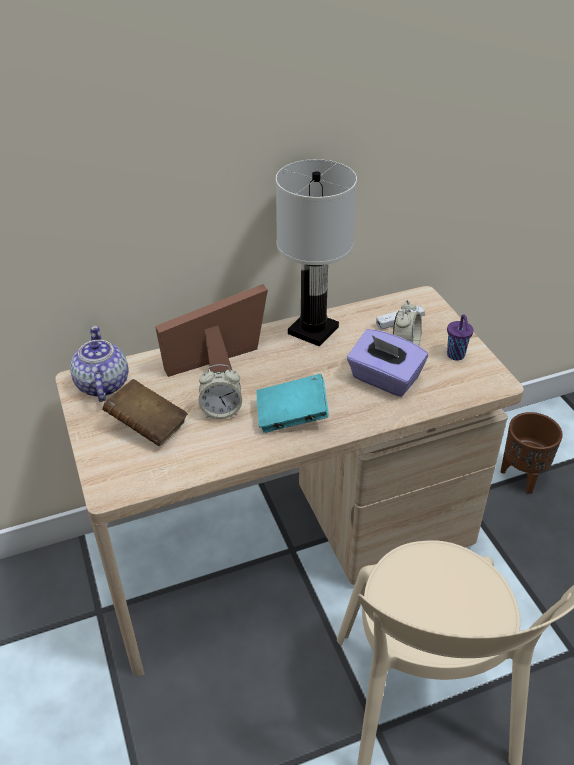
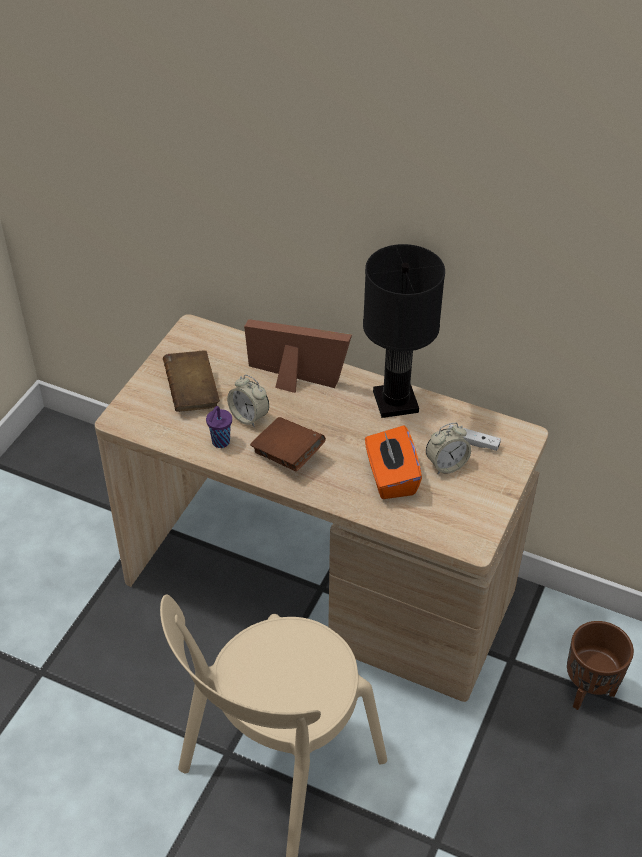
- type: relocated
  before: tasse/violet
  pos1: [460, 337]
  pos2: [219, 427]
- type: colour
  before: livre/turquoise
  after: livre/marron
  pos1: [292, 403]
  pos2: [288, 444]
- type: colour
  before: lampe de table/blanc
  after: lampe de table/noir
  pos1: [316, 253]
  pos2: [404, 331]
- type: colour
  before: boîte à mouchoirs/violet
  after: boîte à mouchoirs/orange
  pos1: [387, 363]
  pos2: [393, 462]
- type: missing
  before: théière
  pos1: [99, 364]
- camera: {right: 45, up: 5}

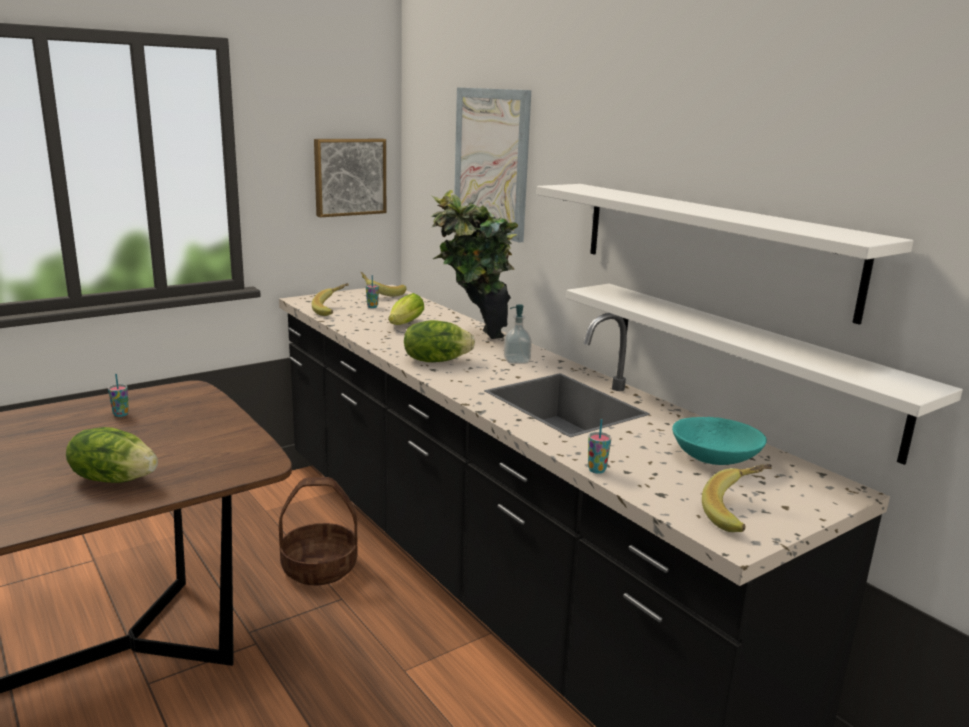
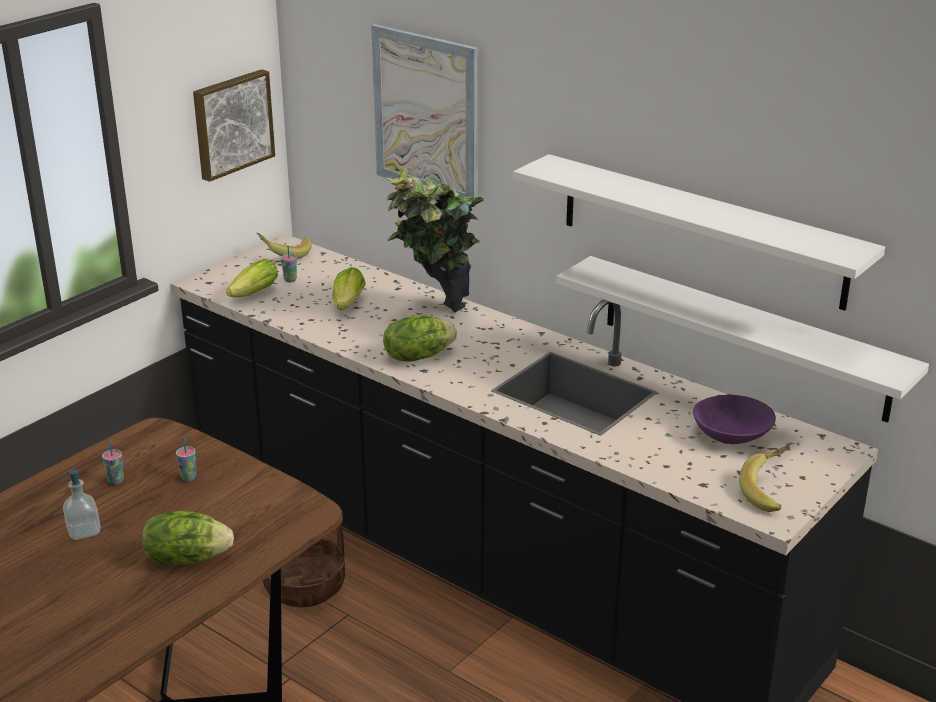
- type: relocated
  before: distributeur de savon
  pos1: [518, 334]
  pos2: [81, 504]
- type: relocated
  before: tasse
  pos1: [599, 446]
  pos2: [186, 459]
- type: exchanged
  before: banane
  after: laitue
  pos1: [330, 299]
  pos2: [252, 278]
- type: colour
  before: bol/turquoise
  after: bol/violet
  pos1: [719, 441]
  pos2: [734, 419]
- camera: {right: -15, up: 10}

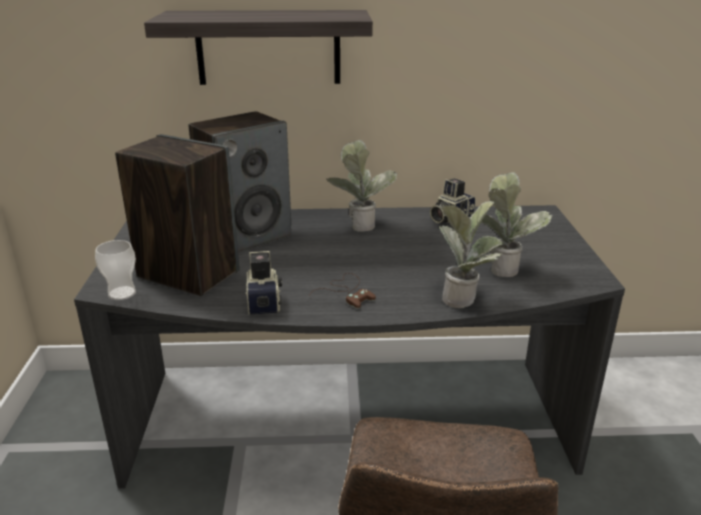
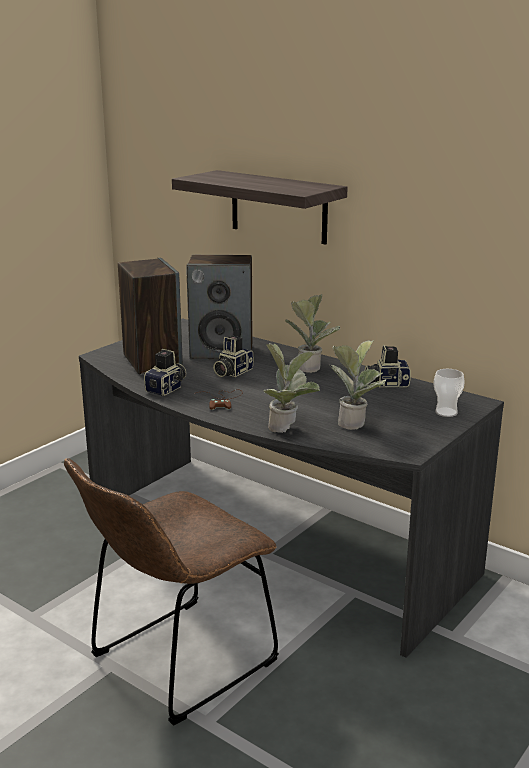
- type: appeared
  after: appareil photo
  pos2: [233, 356]
- type: relocated
  before: tasse
  pos1: [115, 270]
  pos2: [449, 393]
- camera: {right: 40, up: -5}

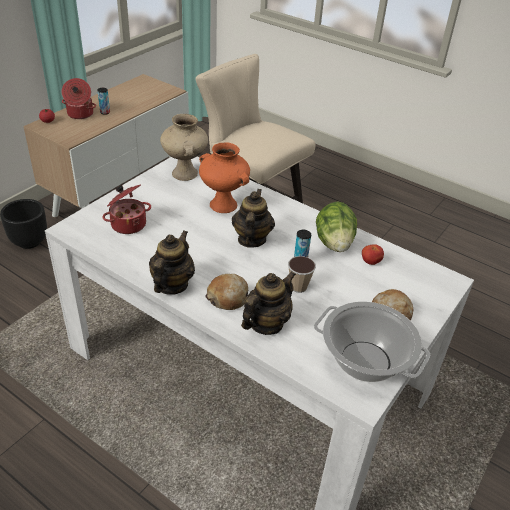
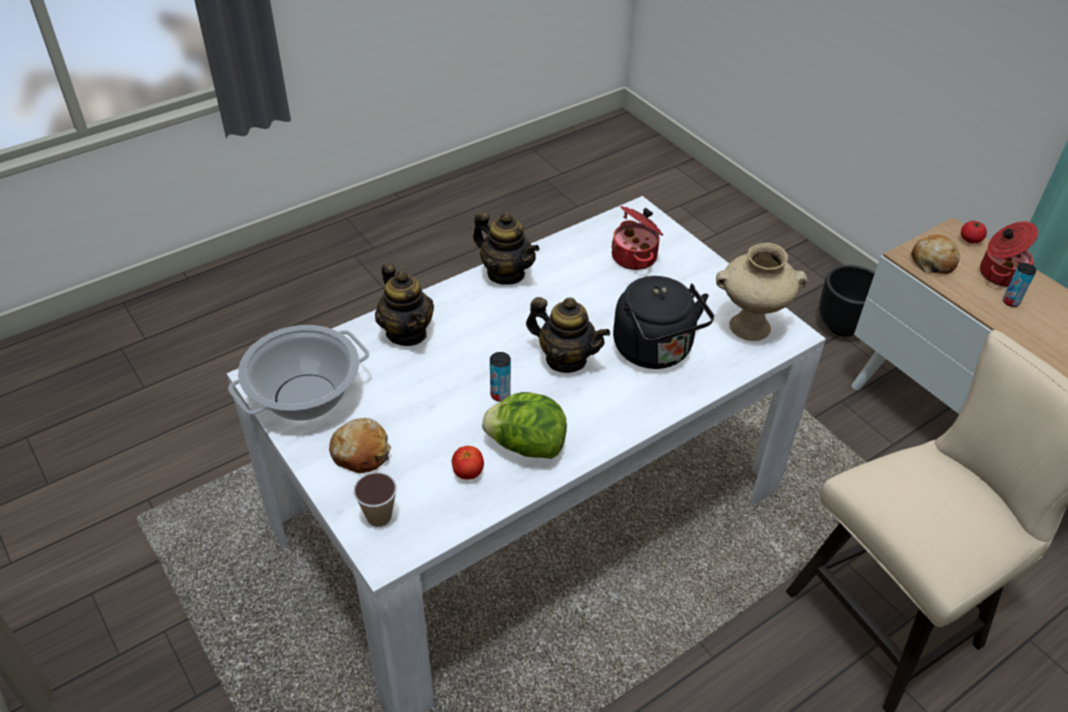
- type: relocated
  before: tasse
  pos1: [302, 274]
  pos2: [375, 499]
- type: exchanged
  before: vase/orange
  after: bouilloire/noir
  pos1: [224, 177]
  pos2: [663, 322]
- type: relocated
  before: pain
  pos1: [227, 292]
  pos2: [935, 254]
- camera: {right: 110, up: 5}

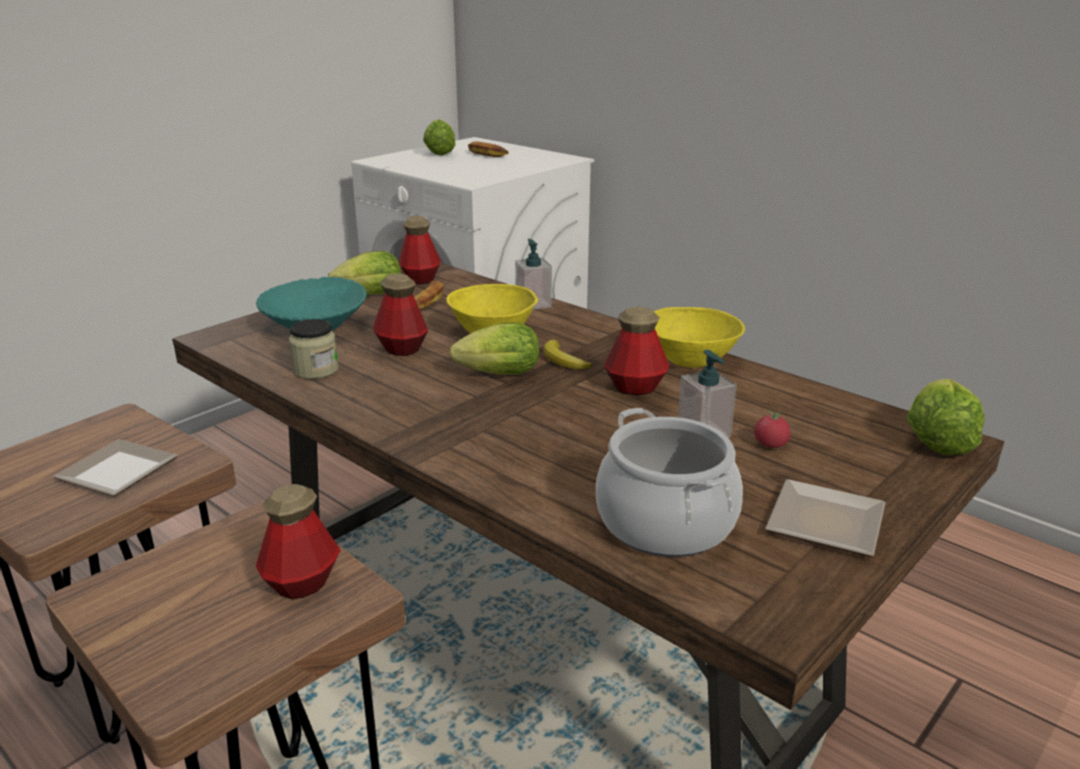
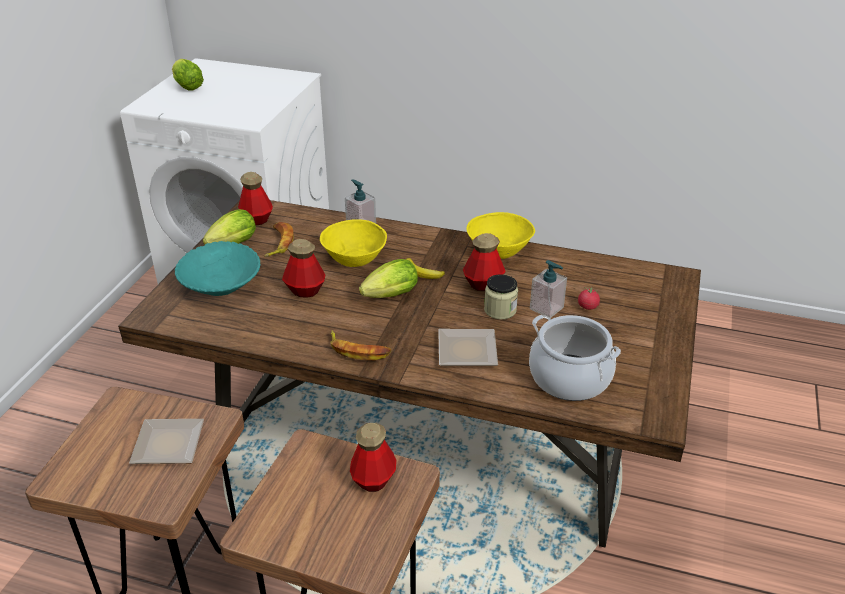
- type: relocated
  before: banane
  pos1: [488, 149]
  pos2: [360, 345]
- type: relocated
  before: assiette
  pos1: [825, 518]
  pos2: [468, 347]
- type: relocated
  before: bocal
  pos1: [313, 349]
  pos2: [501, 297]
- type: missing
  before: laitue
  pos1: [946, 417]
- camera: {right: -25, up: 10}

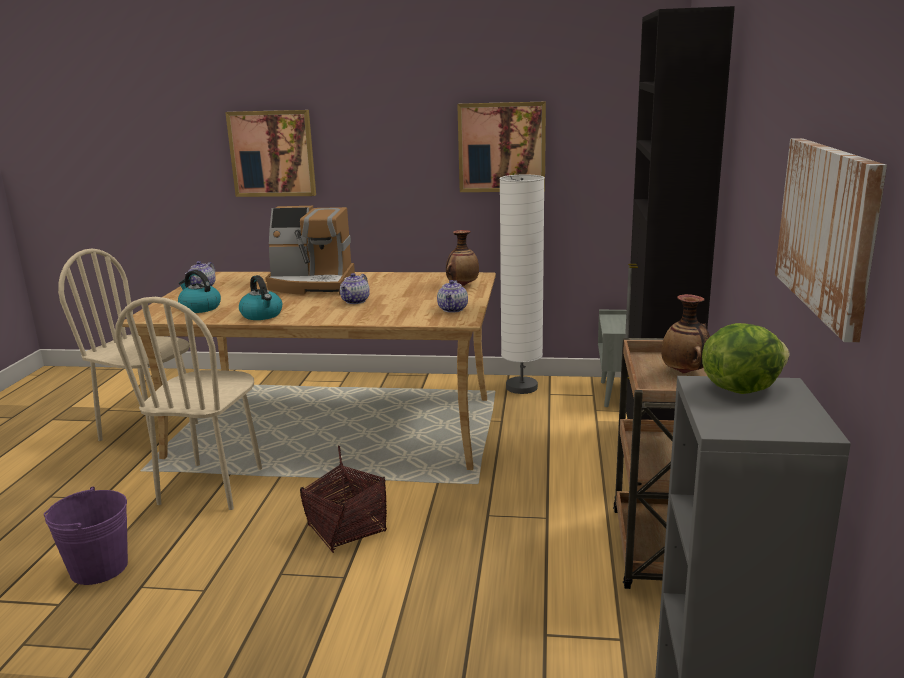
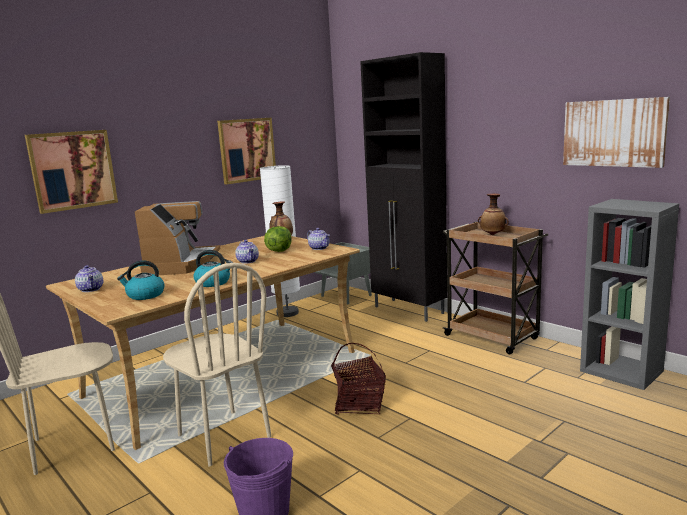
- type: spun
  before: machine à café
  pos1: [310, 250]
  pos2: [177, 238]
  turn: -45
- type: relocated
  before: laitue
  pos1: [745, 358]
  pos2: [278, 239]
- camera: {right: -50, up: -5}

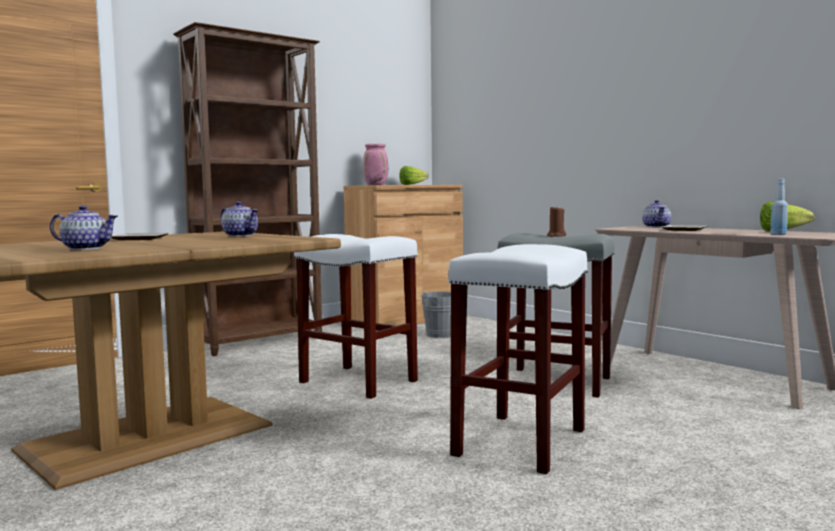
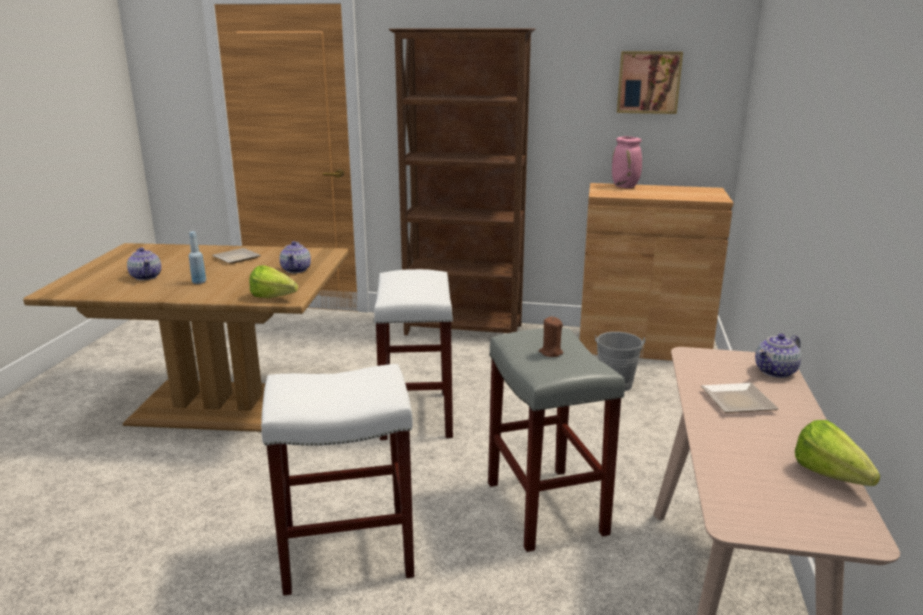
- type: relocated
  before: bouteille/bleu
  pos1: [779, 207]
  pos2: [197, 257]
- type: relocated
  before: laitue
  pos1: [413, 175]
  pos2: [273, 281]
- type: appeared
  after: tableau
  pos2: [650, 82]
- camera: {right: 50, up: 15}

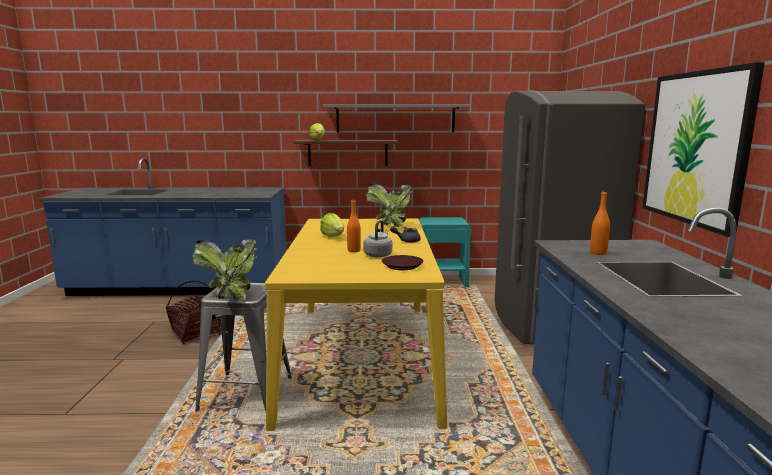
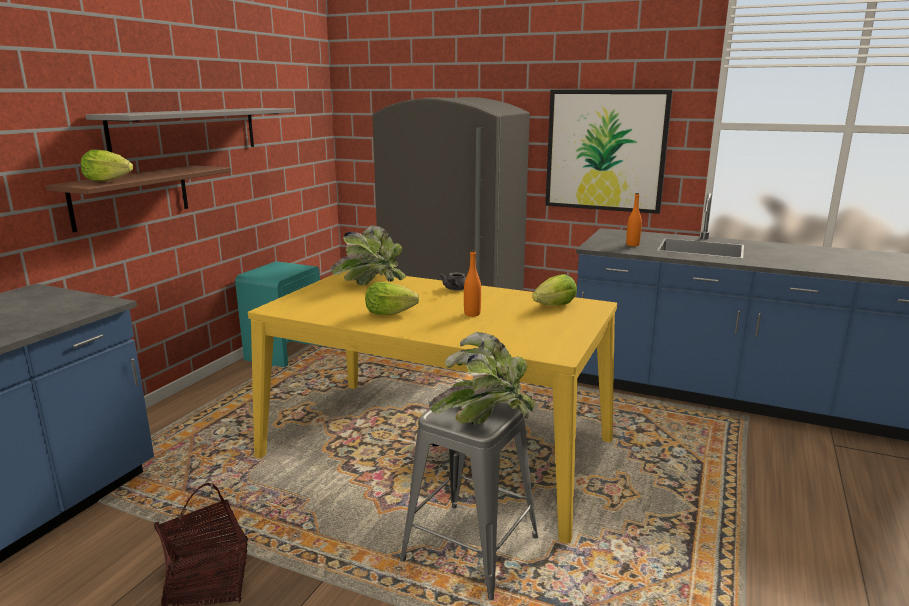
- type: exchanged
  before: assiette/marron
  after: laitue
  pos1: [403, 262]
  pos2: [554, 290]
- type: missing
  before: bouilloire/gris
  pos1: [378, 239]
- camera: {right: -65, up: 5}

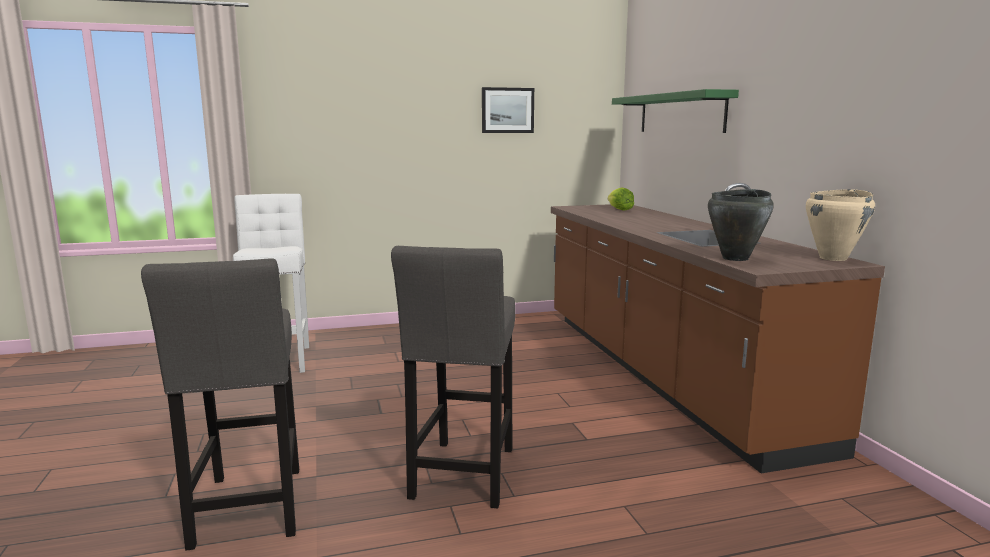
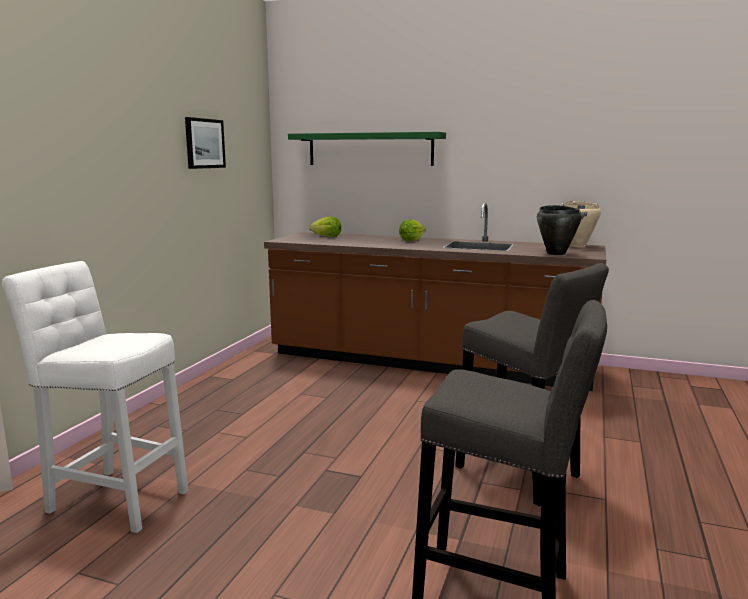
- type: appeared
  after: laitue
  pos2: [412, 230]
- camera: {right: -55, up: 0}

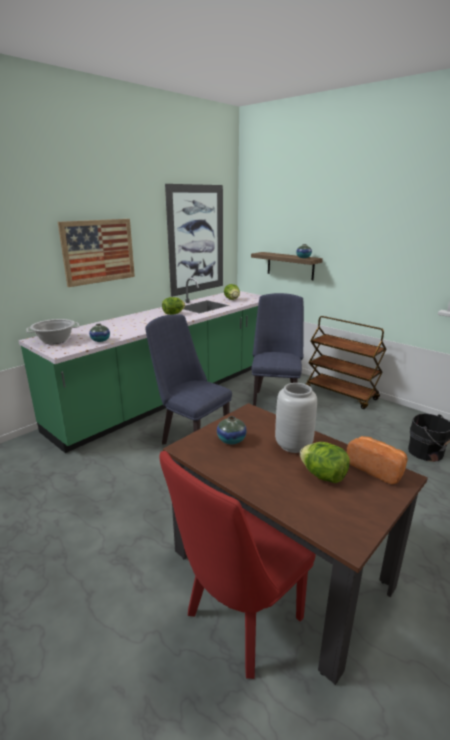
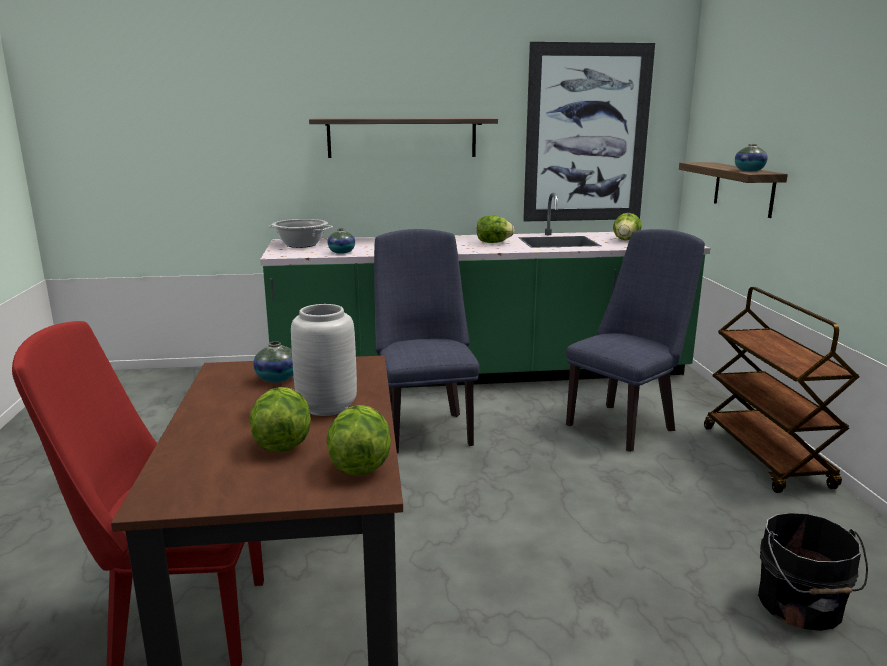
- type: exchanged
  before: tableau
  after: étagère
  pos1: [96, 253]
  pos2: [403, 138]
- type: exchanged
  before: pain
  after: laitue
  pos1: [377, 460]
  pos2: [359, 440]
- camera: {right: 40, up: -5}

